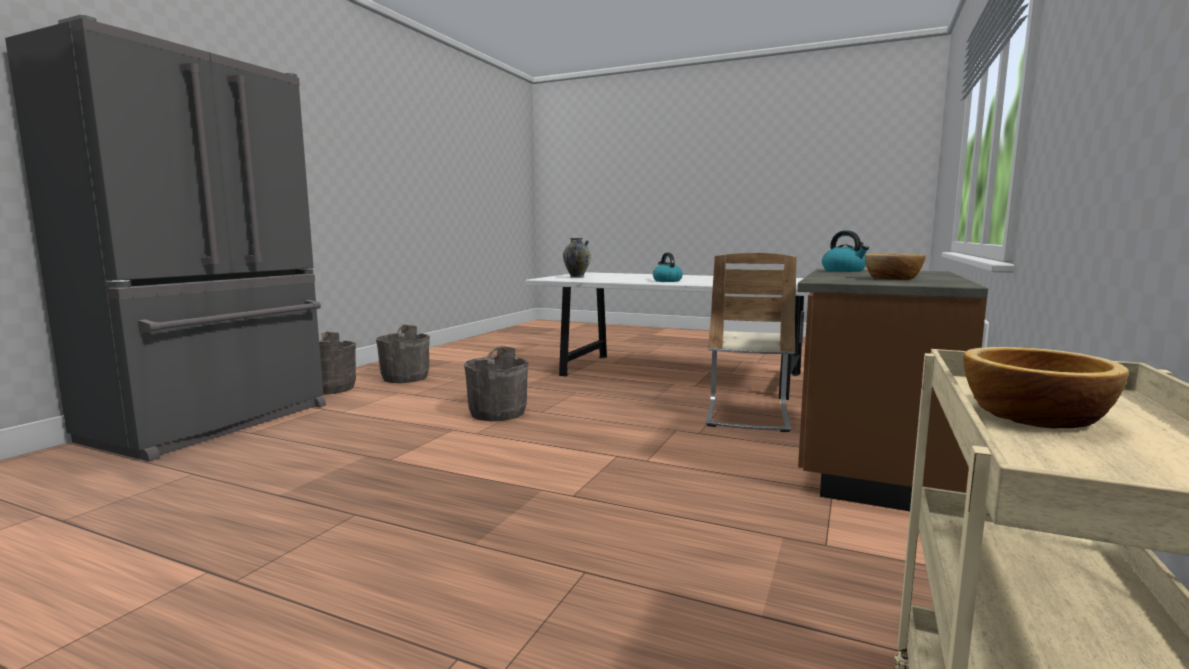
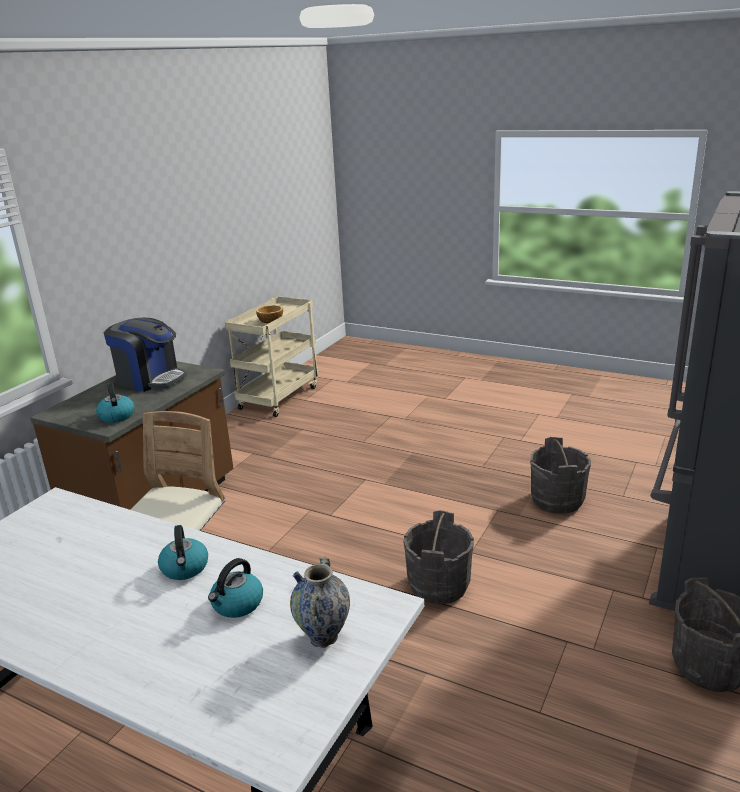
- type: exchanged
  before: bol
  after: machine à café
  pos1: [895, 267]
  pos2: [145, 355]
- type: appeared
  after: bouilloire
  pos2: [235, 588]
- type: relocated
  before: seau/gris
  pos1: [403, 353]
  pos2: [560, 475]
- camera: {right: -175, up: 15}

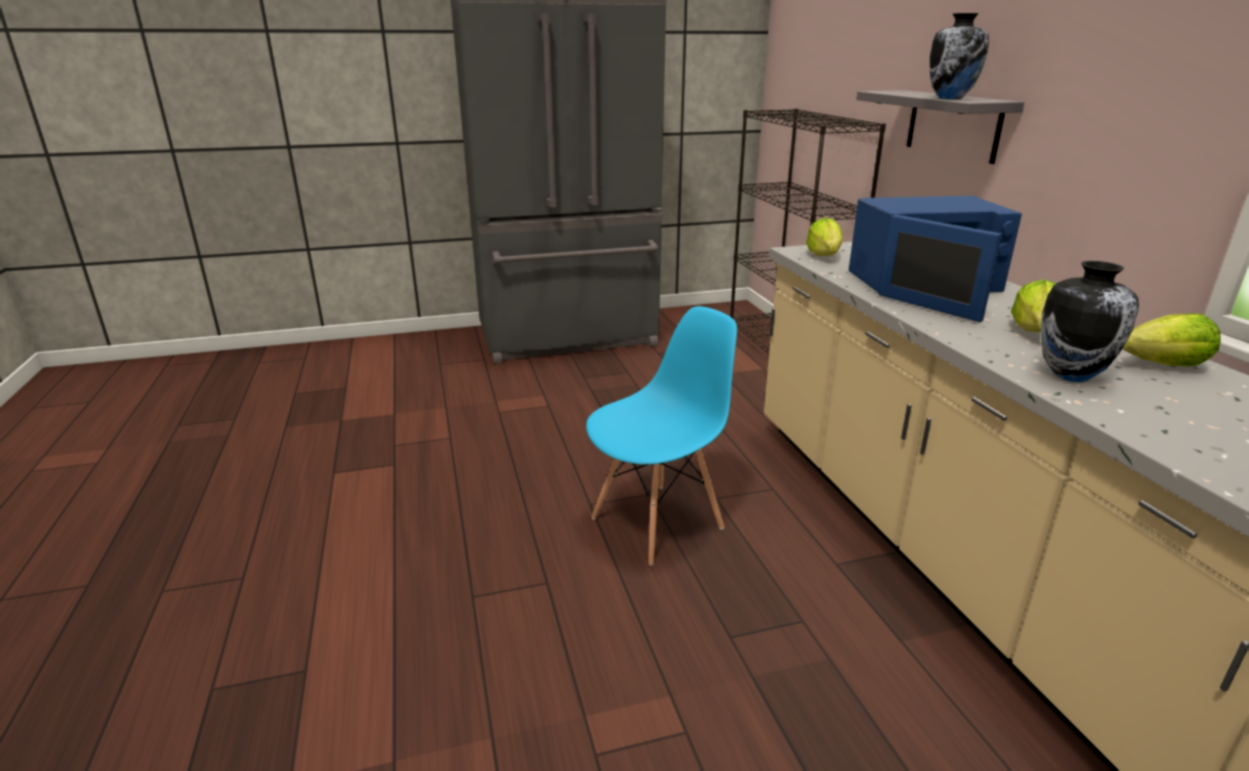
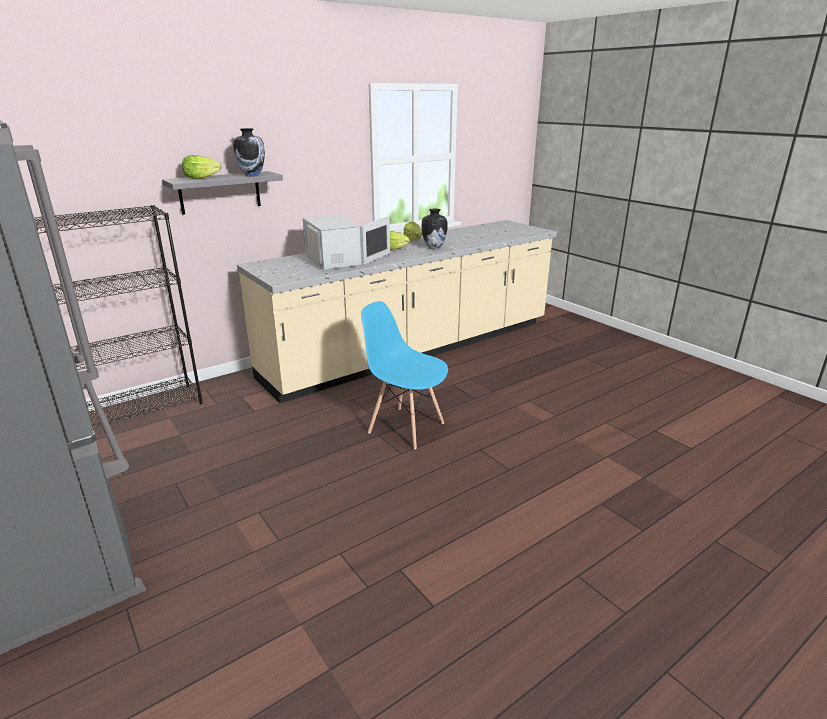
- type: relocated
  before: laitue
  pos1: [824, 236]
  pos2: [201, 167]
- type: colour
  before: micro-ondes/bleu
  after: micro-ondes/blanc
  pos1: [935, 259]
  pos2: [346, 242]
- camera: {right: -110, up: 0}

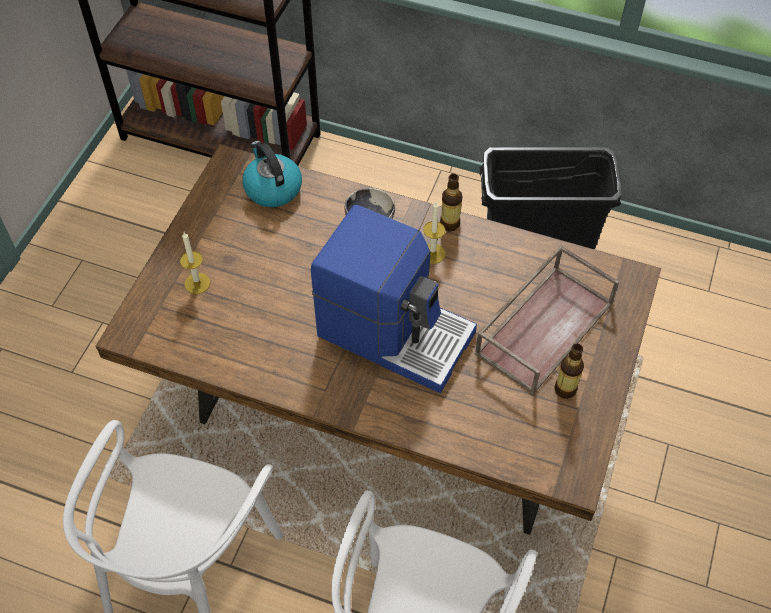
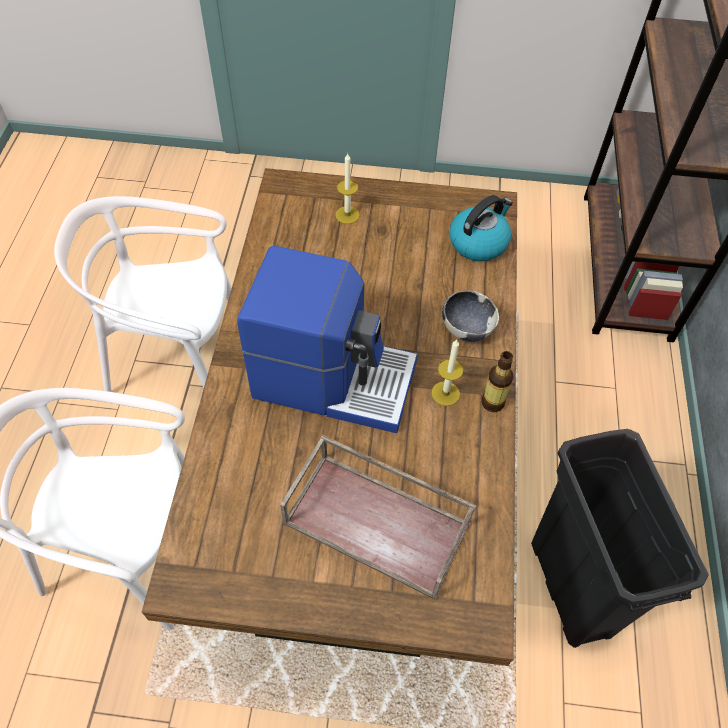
- type: spun
  before: machine à café
  pos1: [394, 299]
  pos2: [327, 339]
  turn: -90
- type: missing
  before: bouteille
  pos1: [569, 371]
- camera: {right: 75, up: 0}

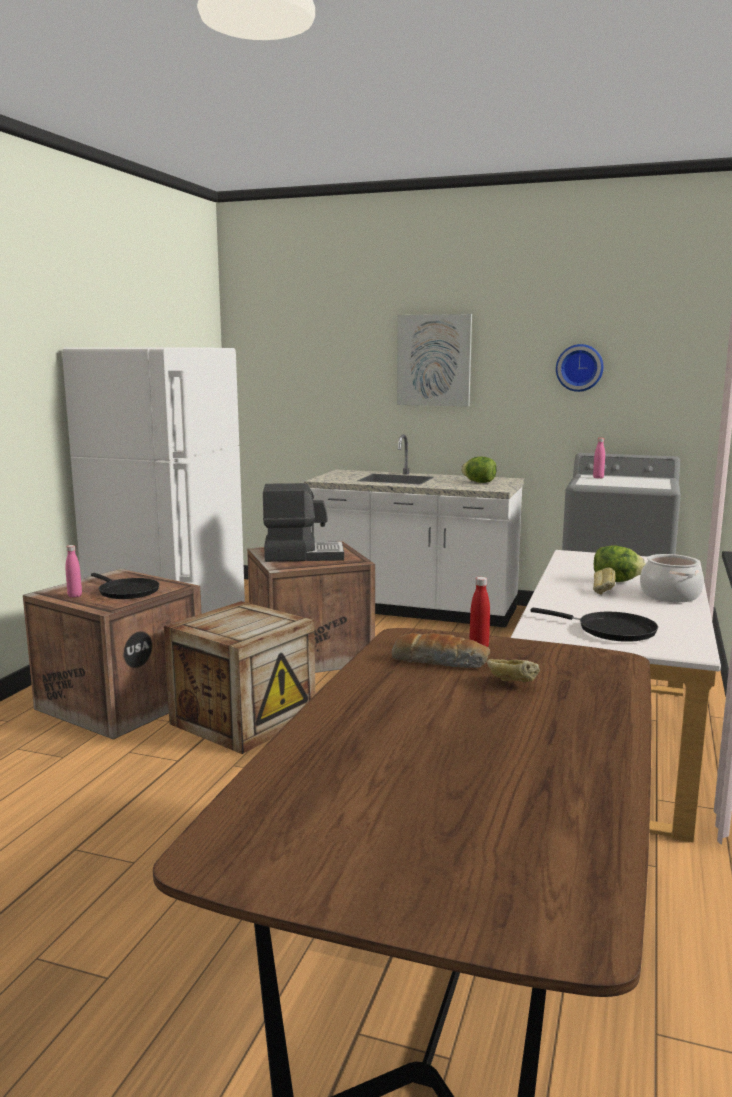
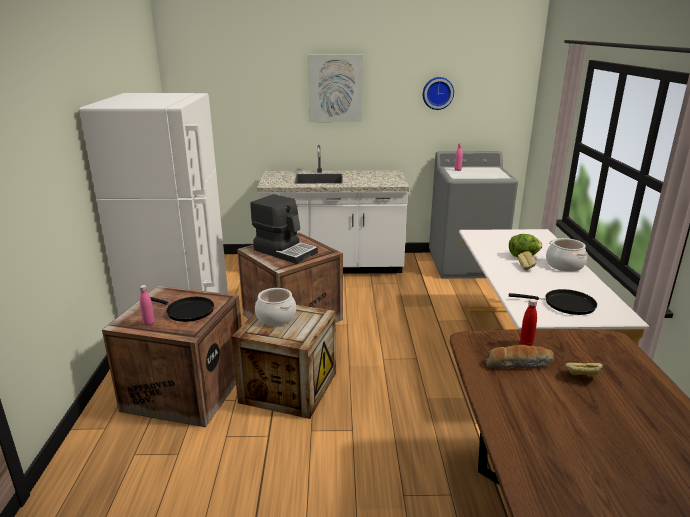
- type: spun
  before: machine à café
  pos1: [303, 522]
  pos2: [284, 229]
  turn: 60
- type: appeared
  after: marmite
  pos2: [275, 307]
- type: missing
  before: laitue
  pos1: [479, 470]
- camera: {right: -20, up: 10}

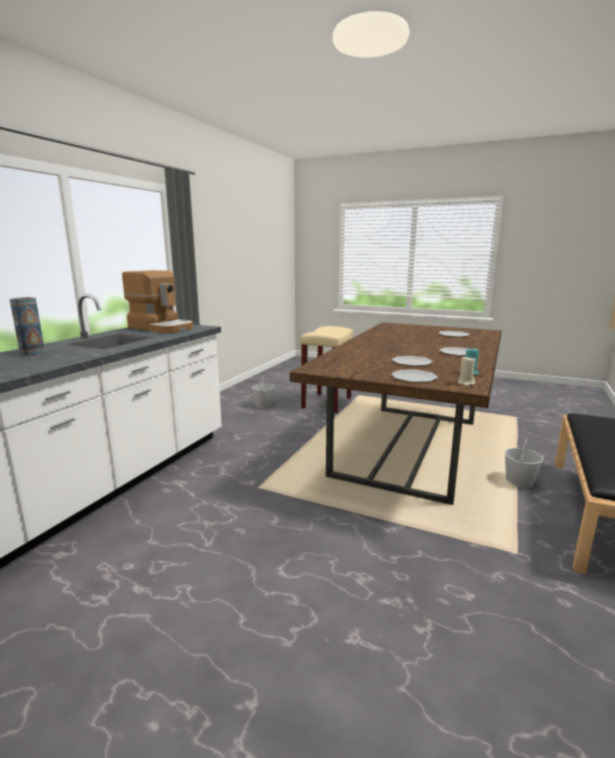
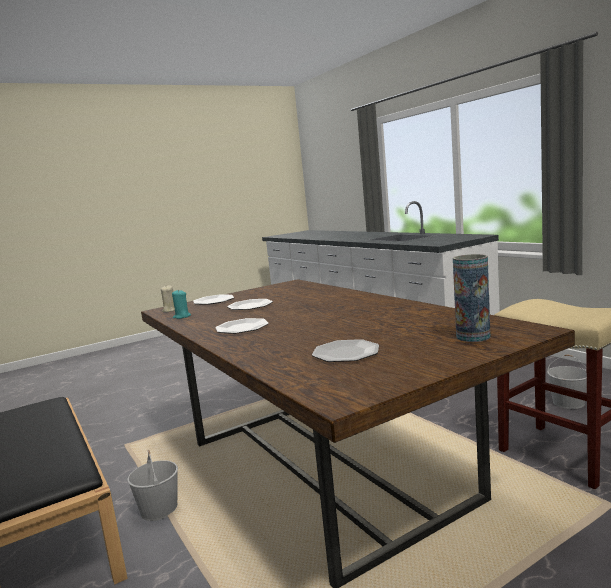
- type: relocated
  before: vase
  pos1: [27, 326]
  pos2: [471, 298]
- type: missing
  before: machine à café
  pos1: [157, 301]
- camera: {right: 125, up: -5}

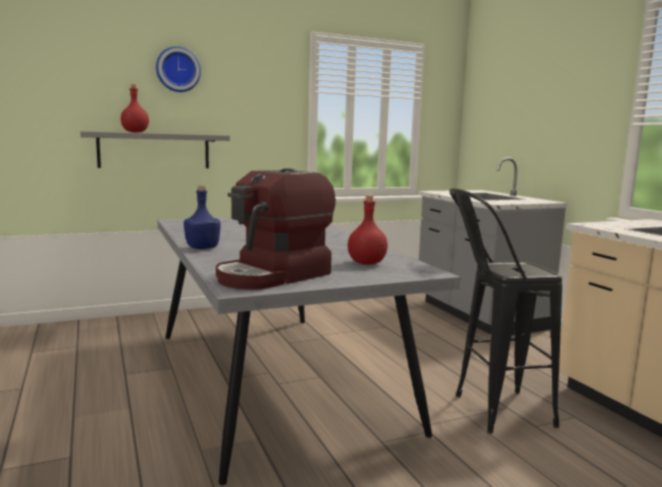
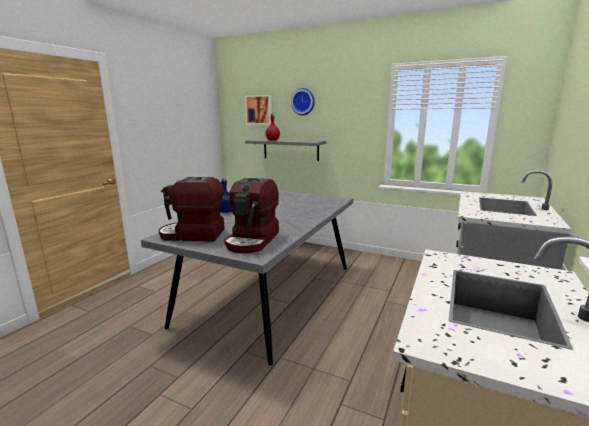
- type: exchanged
  before: bouteille/rouge
  after: machine à café
  pos1: [368, 230]
  pos2: [251, 215]
- type: appeared
  after: tableau
  pos2: [258, 110]
- type: missing
  before: tabouret/noir
  pos1: [505, 310]
- camera: {right: 50, up: 5}

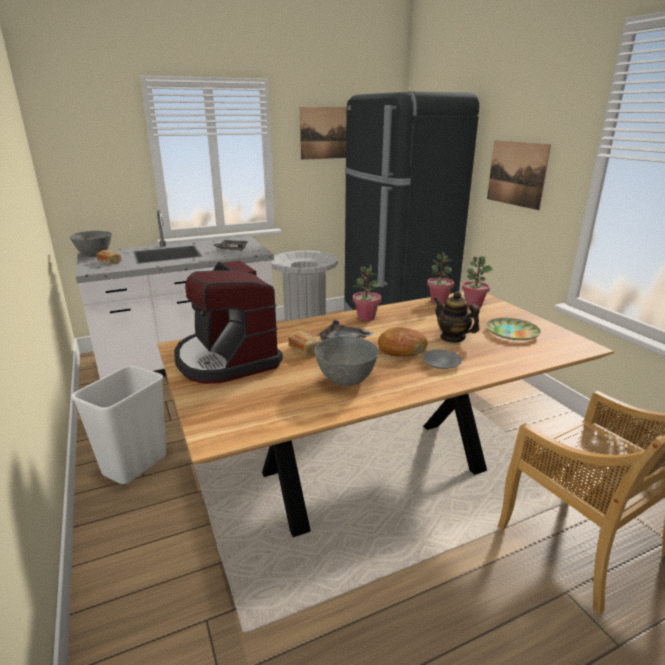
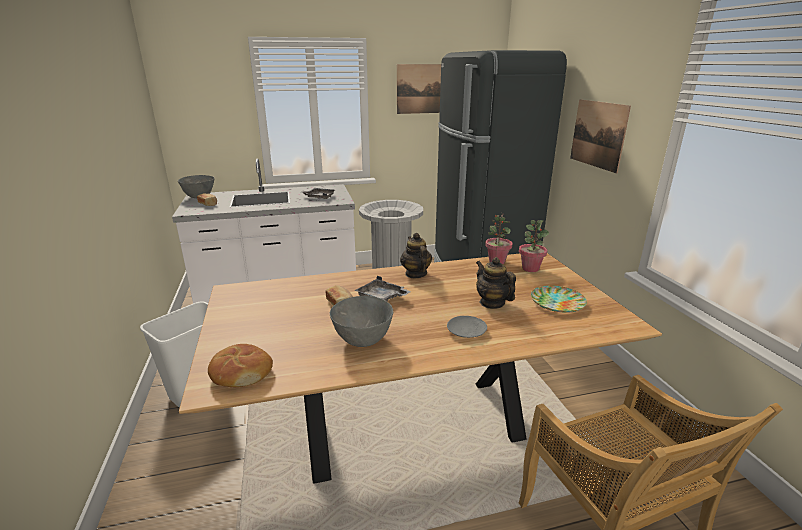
- type: relocated
  before: pain
  pos1: [402, 342]
  pos2: [240, 365]
- type: exchanged
  before: plante en pot
  after: théière
  pos1: [367, 292]
  pos2: [416, 255]
- type: missing
  before: machine à café
  pos1: [228, 322]
- camera: {right: 10, up: 0}

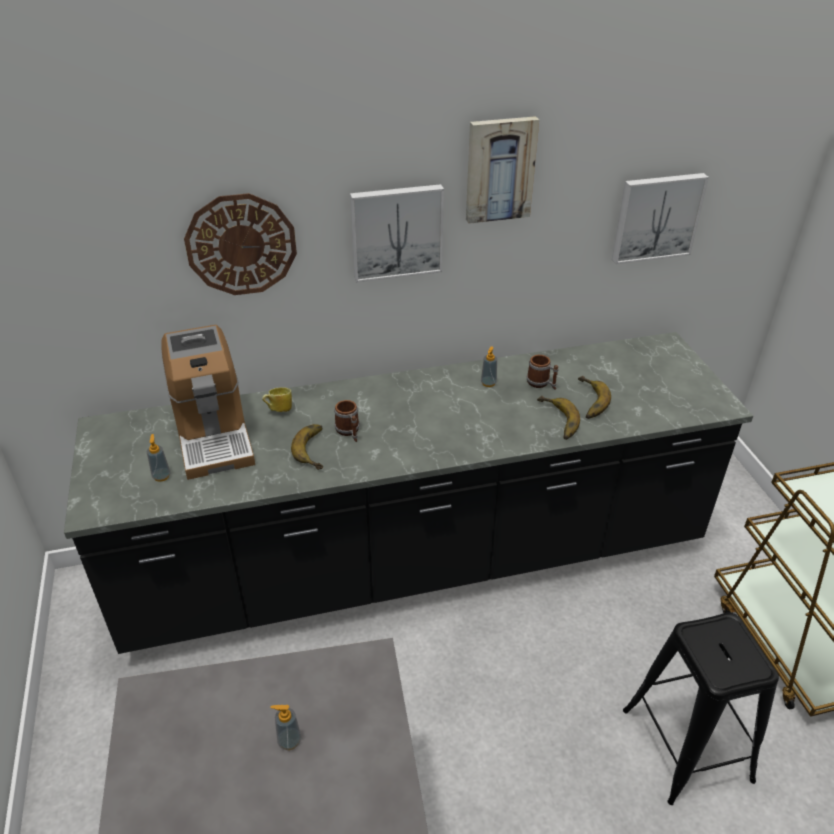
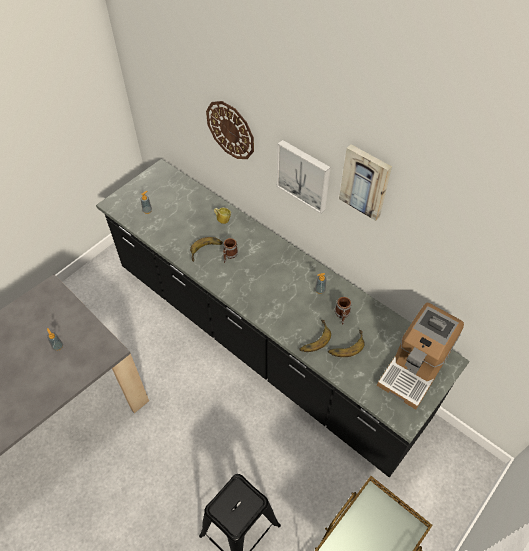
- type: relocated
  before: machine à café
  pos1: [208, 402]
  pos2: [420, 356]
- type: missing
  before: tableau
  pos1: [660, 218]
- camera: {right: 55, up: 15}

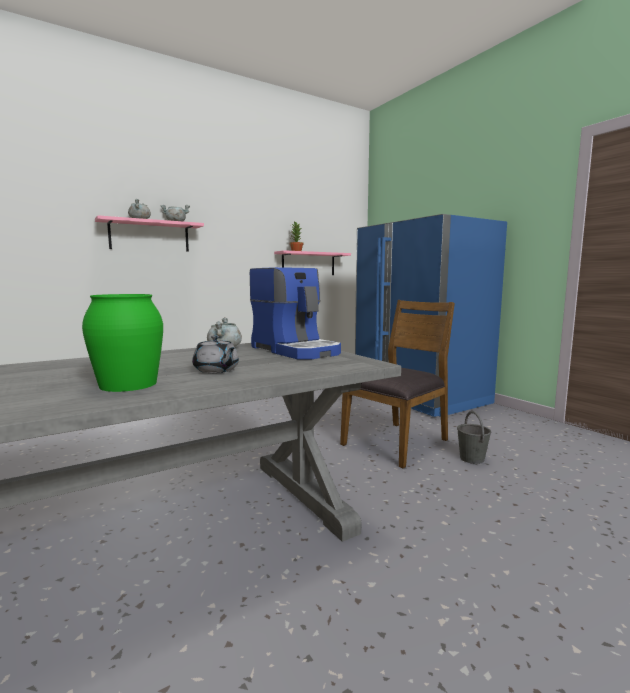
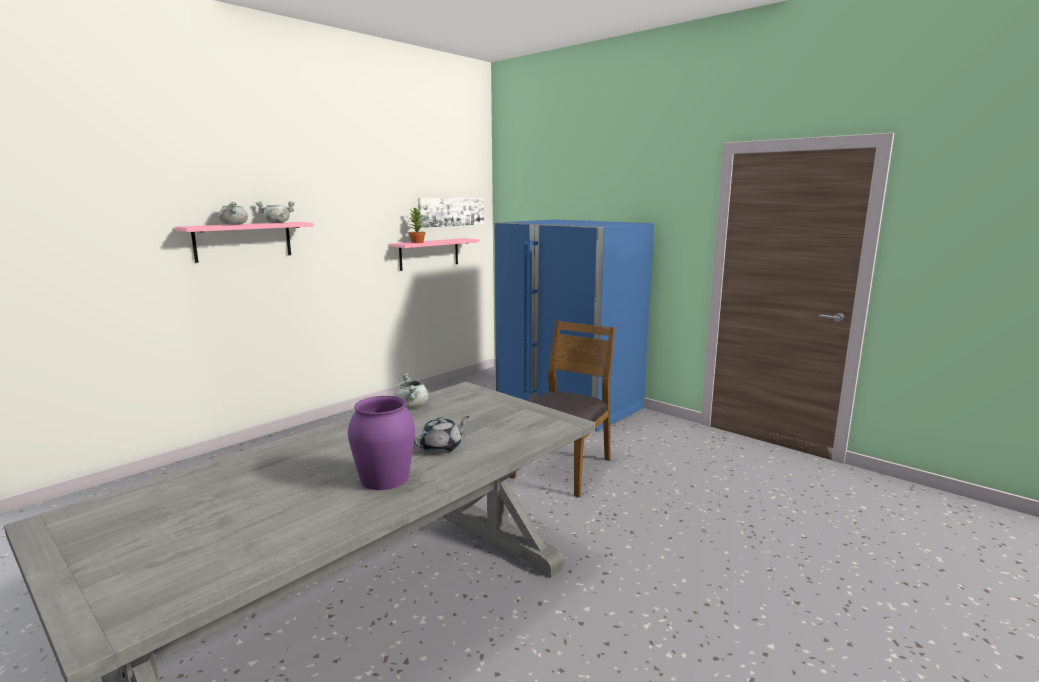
- type: colour
  before: vase/vert
  after: vase/violet
  pos1: [122, 343]
  pos2: [381, 443]
- type: spun
  before: théière/gris
  pos1: [215, 354]
  pos2: [441, 435]
  turn: -75
- type: appeared
  after: tableau
  pos2: [451, 213]
- type: missing
  before: machine à café
  pos1: [295, 313]
- type: missing
  before: seau/gris
  pos1: [474, 437]
- camera: {right: -15, up: 5}

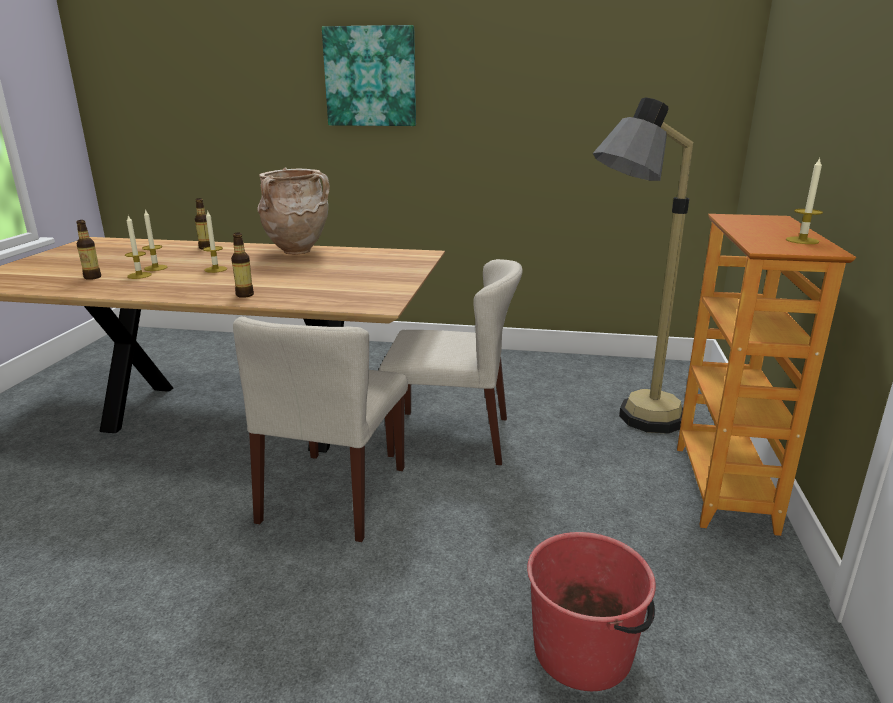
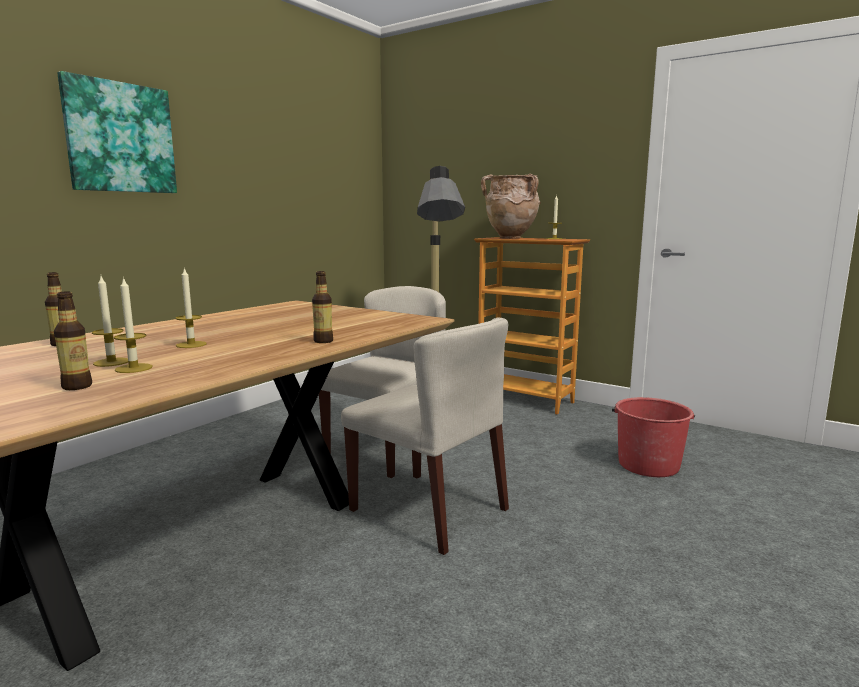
- type: relocated
  before: vase/beige
  pos1: [293, 211]
  pos2: [511, 206]
- camera: {right: -65, up: -10}

